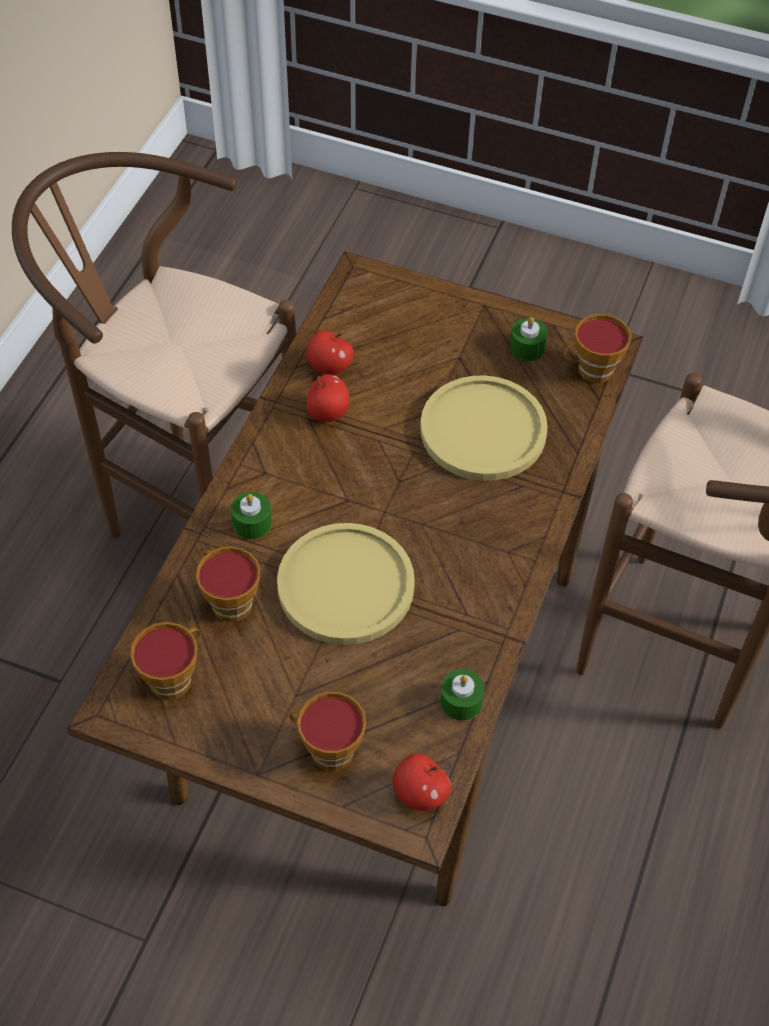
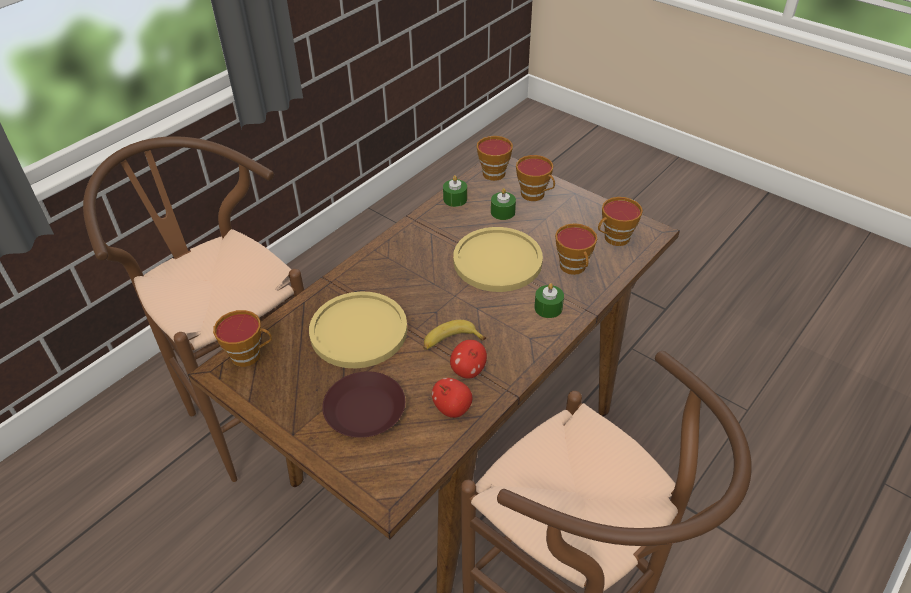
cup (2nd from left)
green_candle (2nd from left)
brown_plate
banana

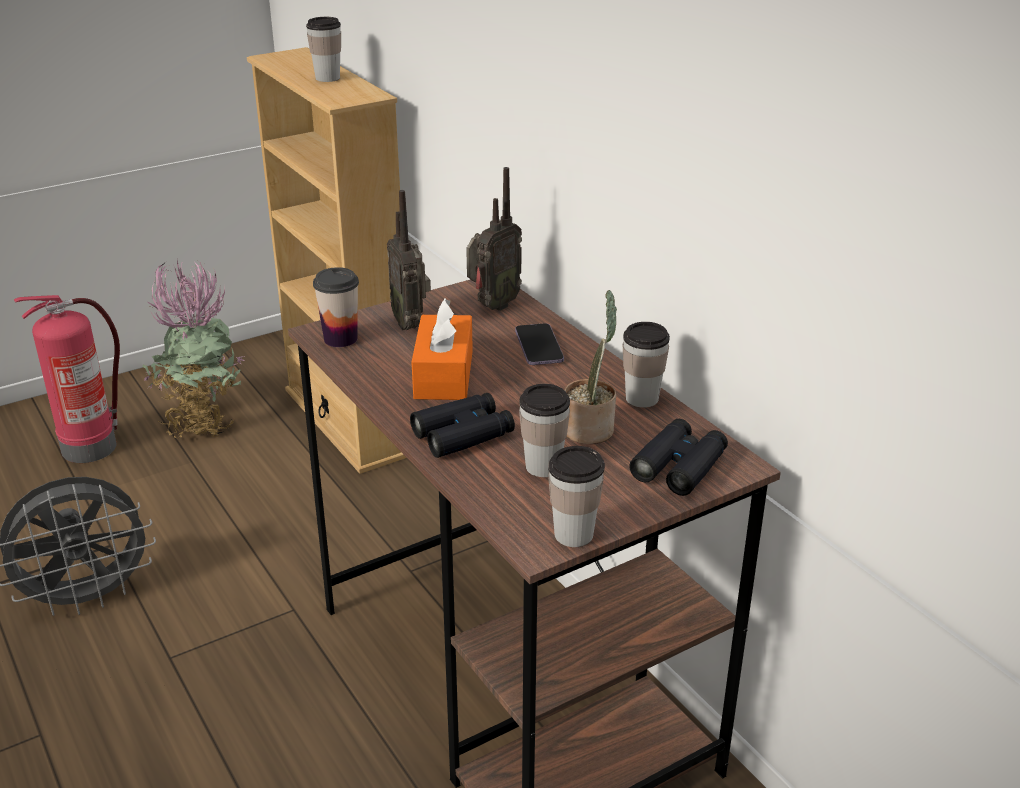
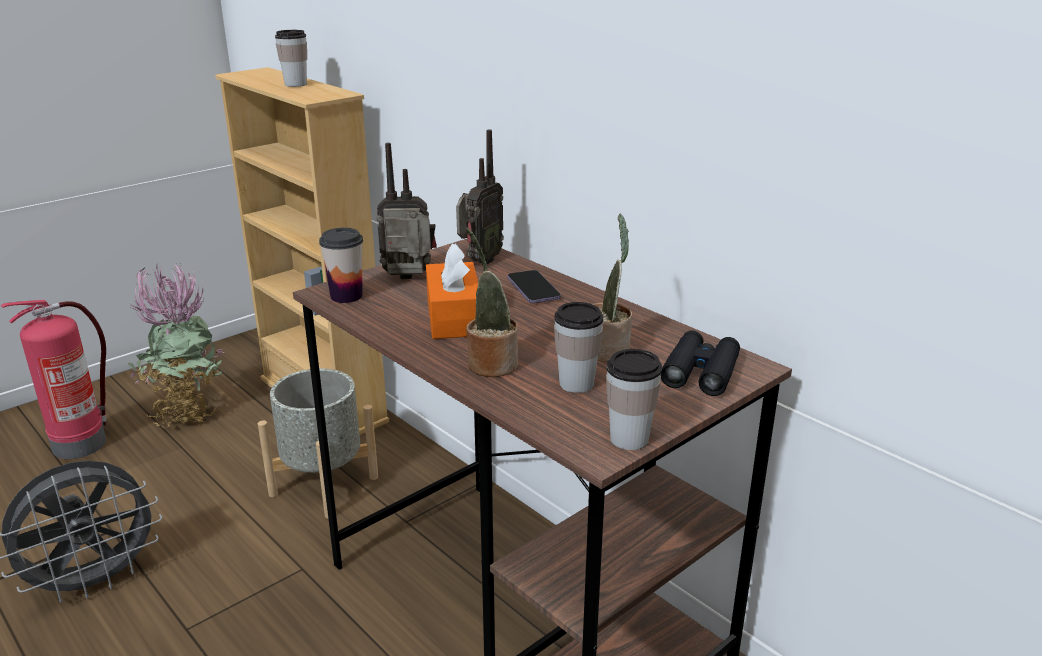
radio (1st from left)
potted_plant (2nd from left)
cup (5th from left in the first image)
grey_planter

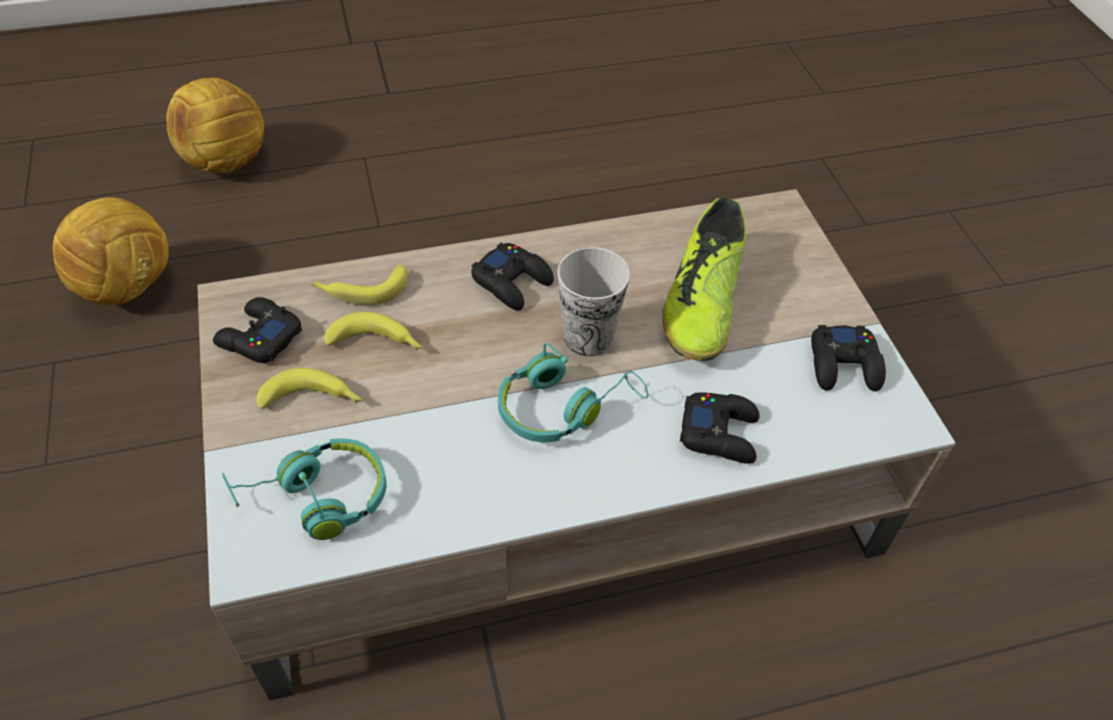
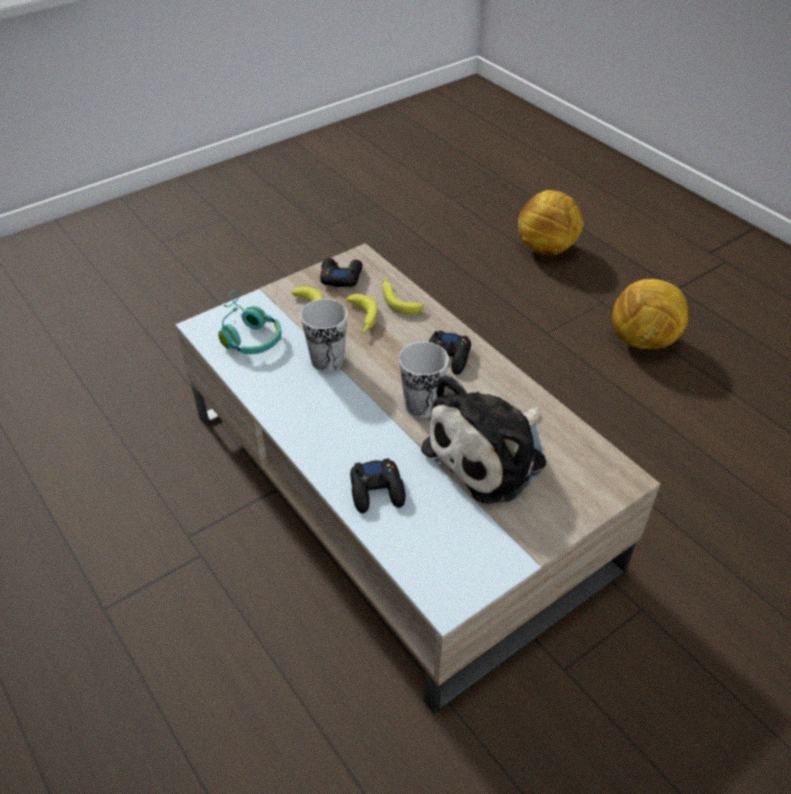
football (2nd from left)
turquoise_headphones (2nd from left in the first image)
plush_toy
black_game_controller (4th from left in the first image)
cup (1st from left)

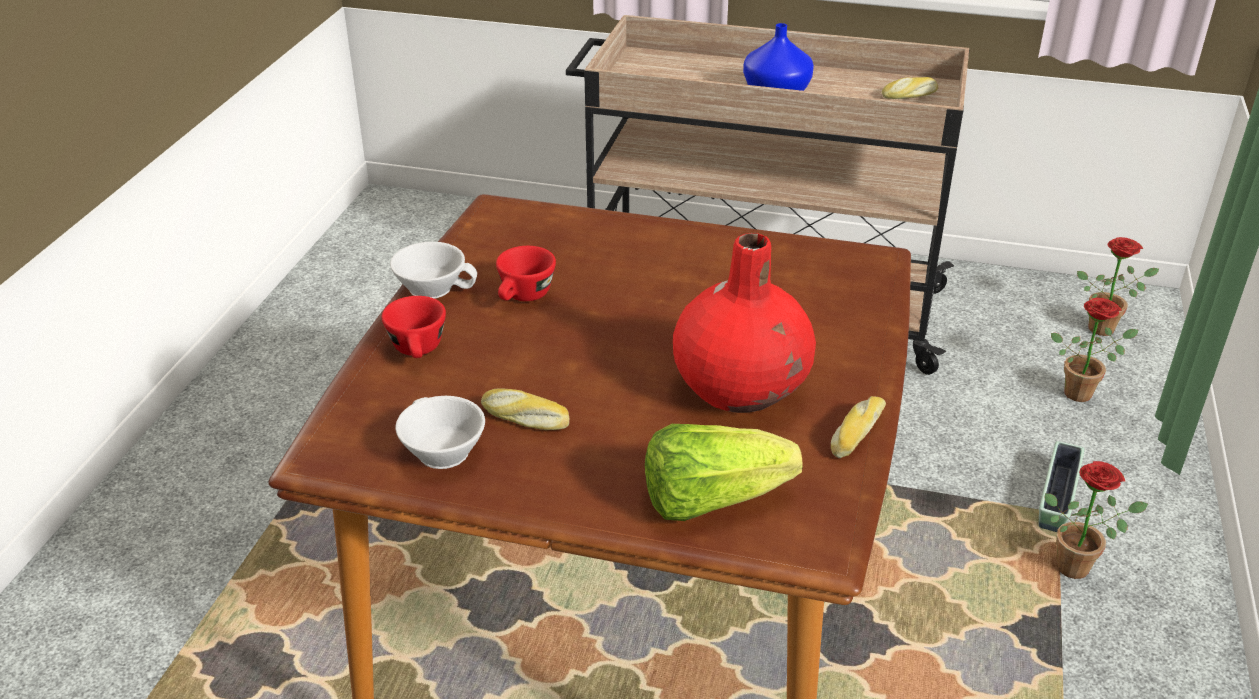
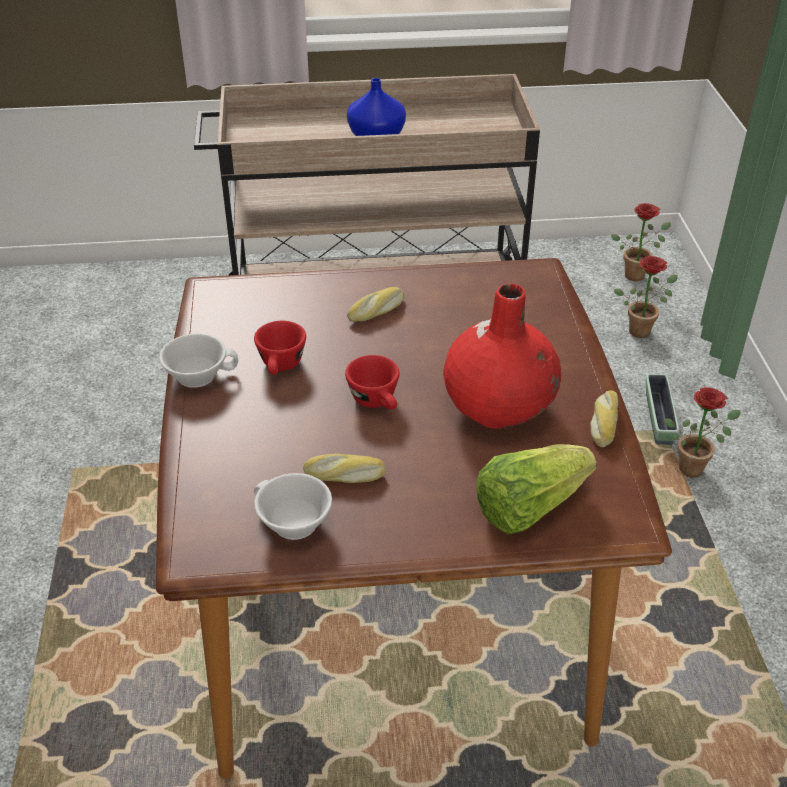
red_cup (2nd from left)
bread (2nd from left)

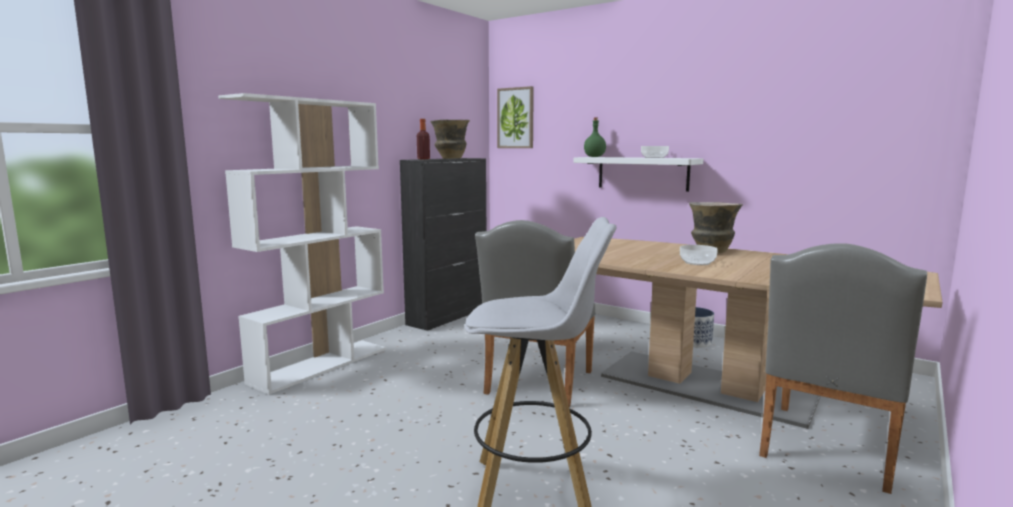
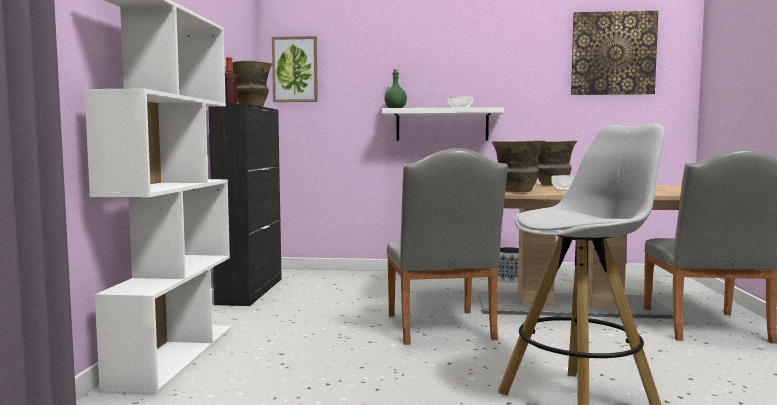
vase (2nd from left)
picture (2nd from left)

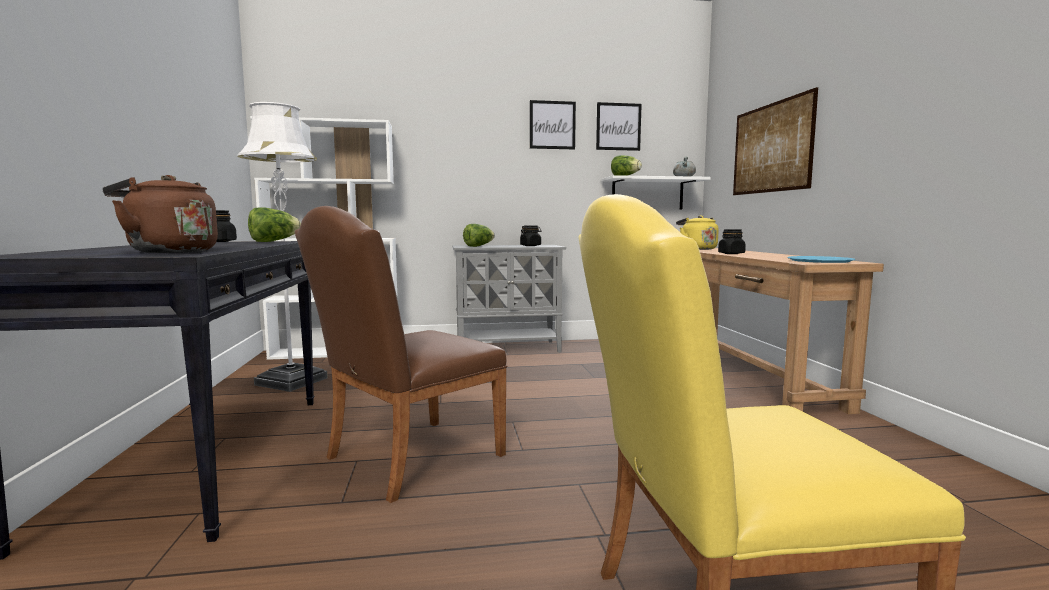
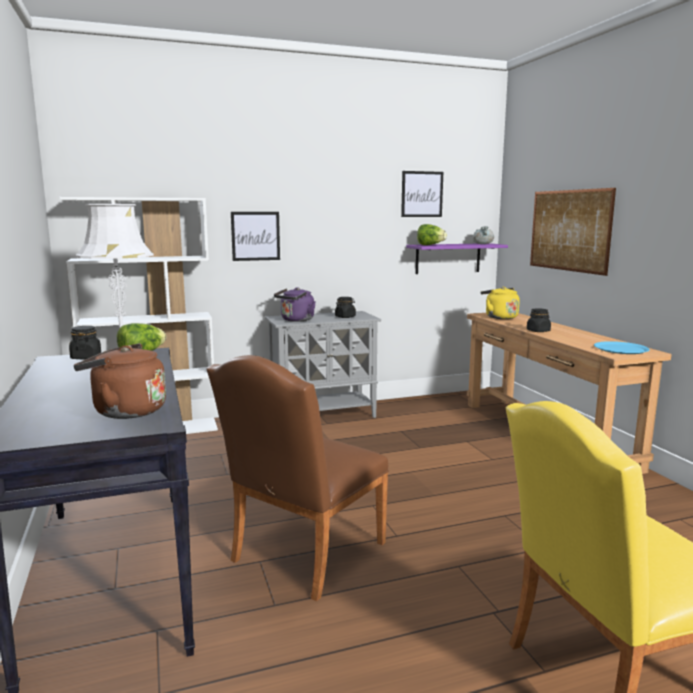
purple_kettle
picture (1st from left)
purple_shelf

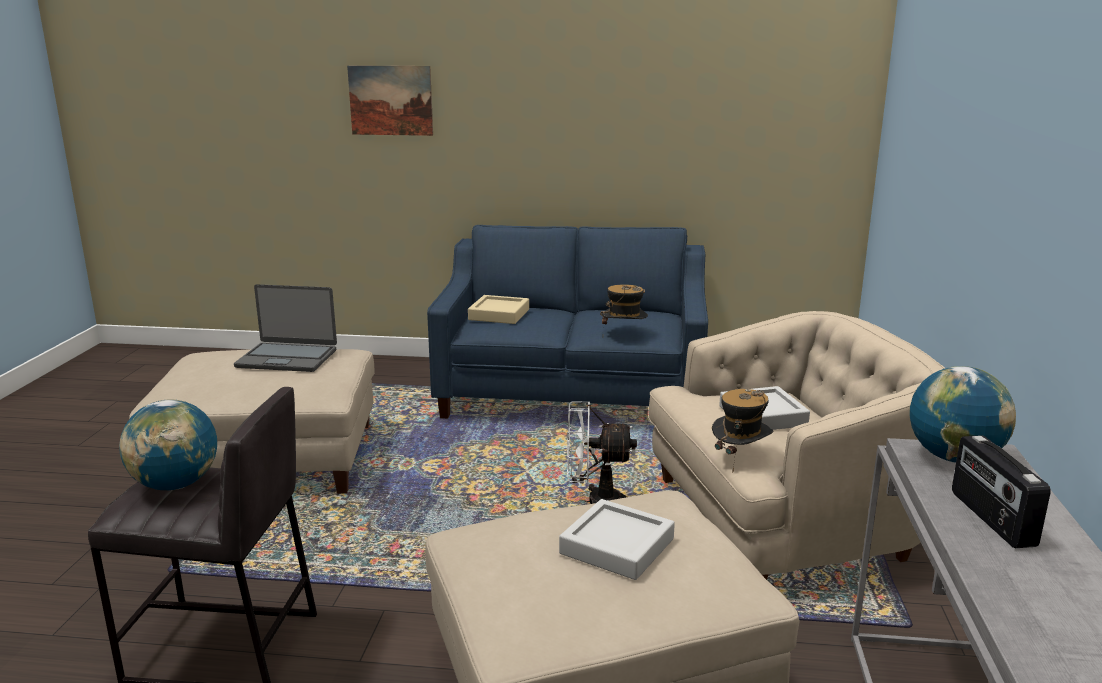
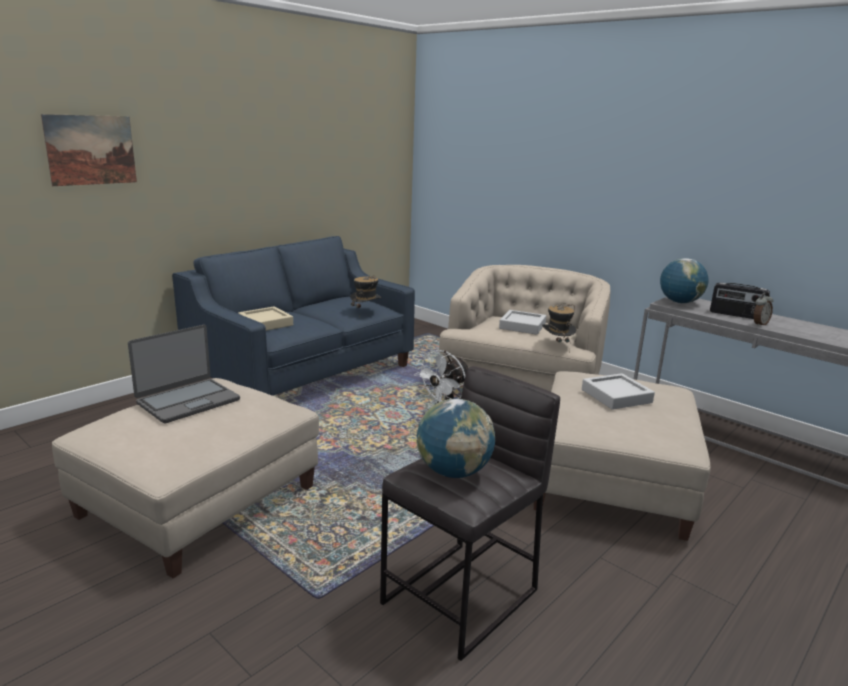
alarm_clock

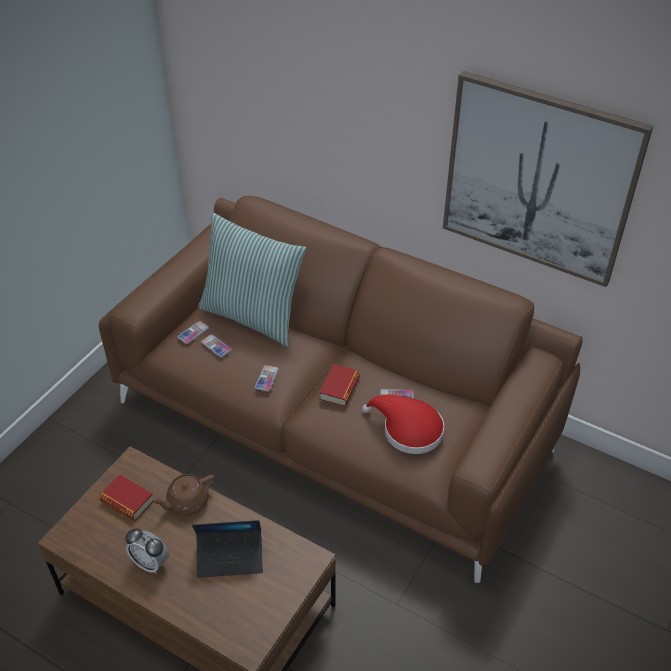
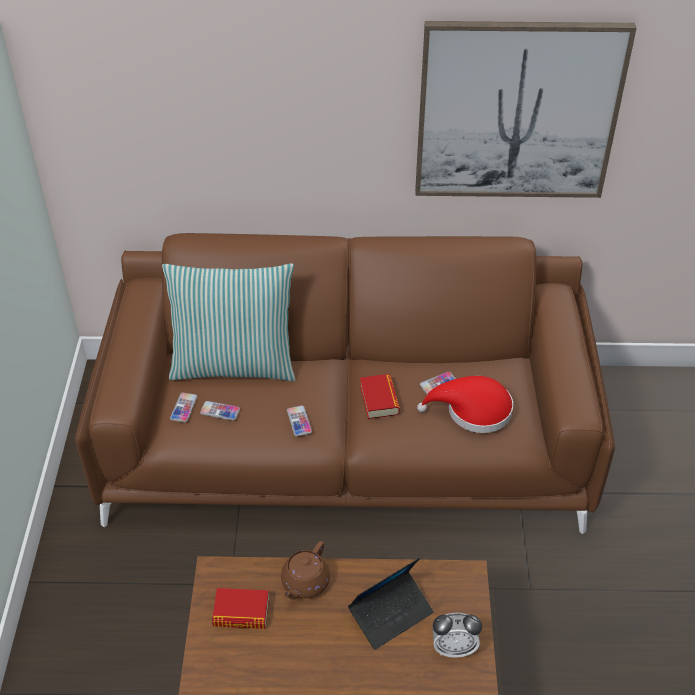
alarm_clock

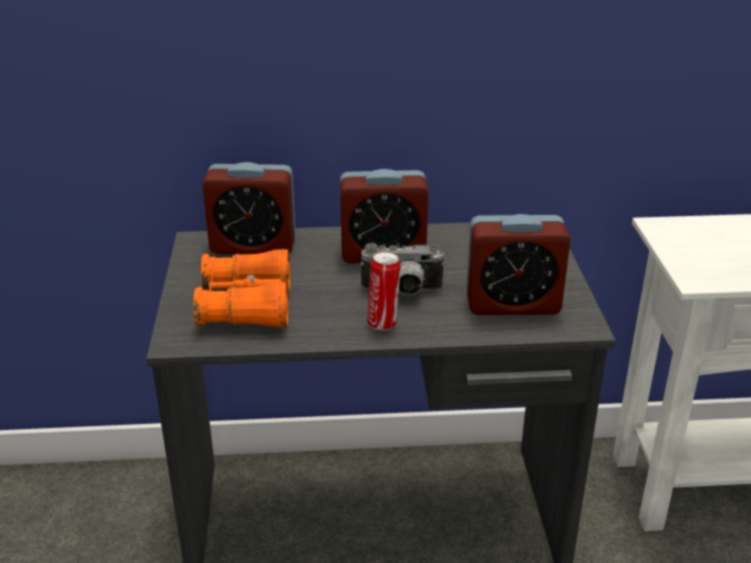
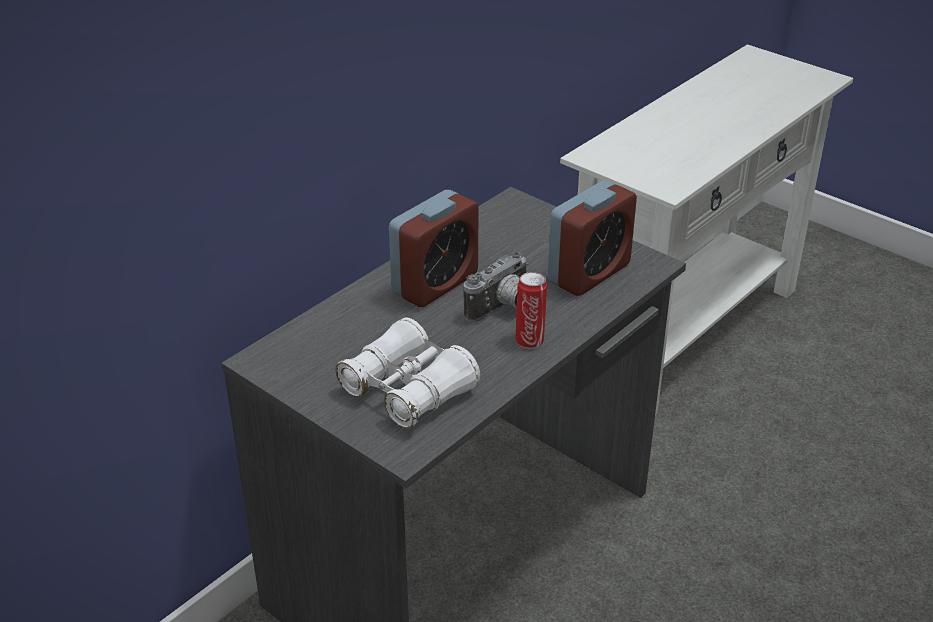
white_binoculars
alarm_clock (1st from left in the first image)

